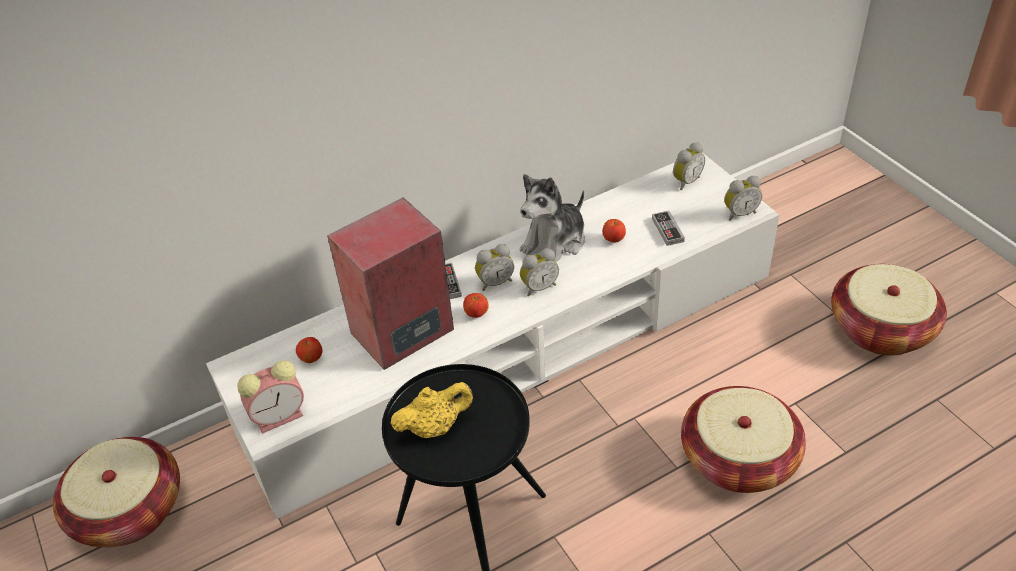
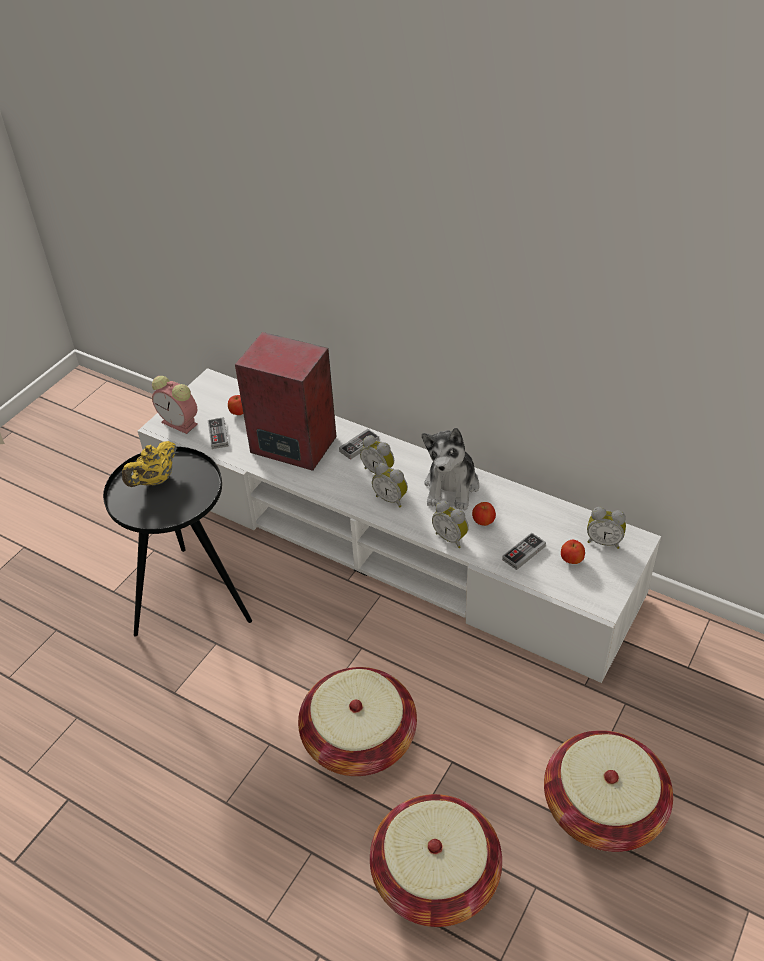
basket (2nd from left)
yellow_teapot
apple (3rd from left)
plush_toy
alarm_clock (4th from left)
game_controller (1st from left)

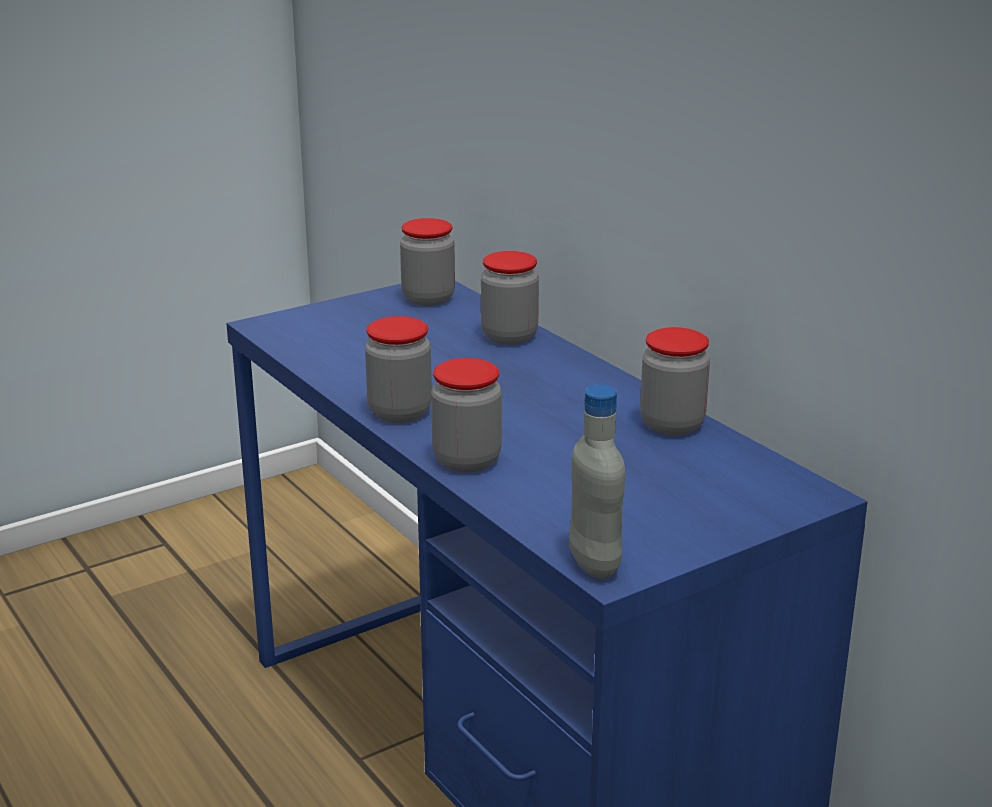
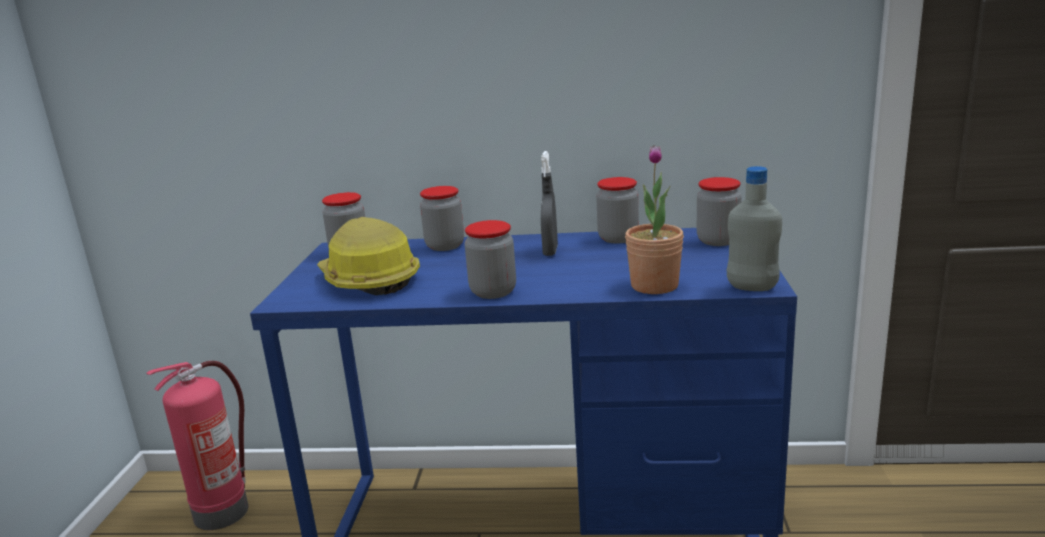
jar (5th from left)
fire_extinguisher
hard_hat
grey_spray_bottle
potted_plant

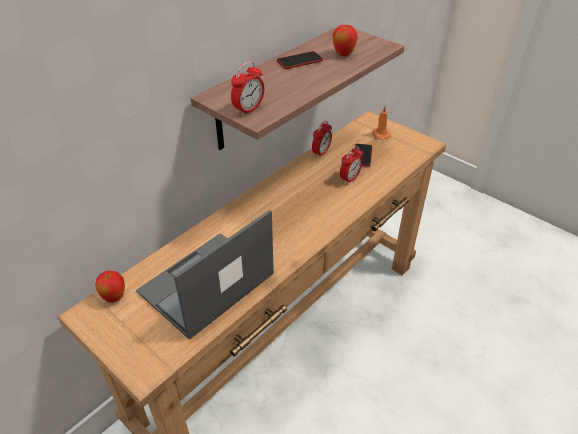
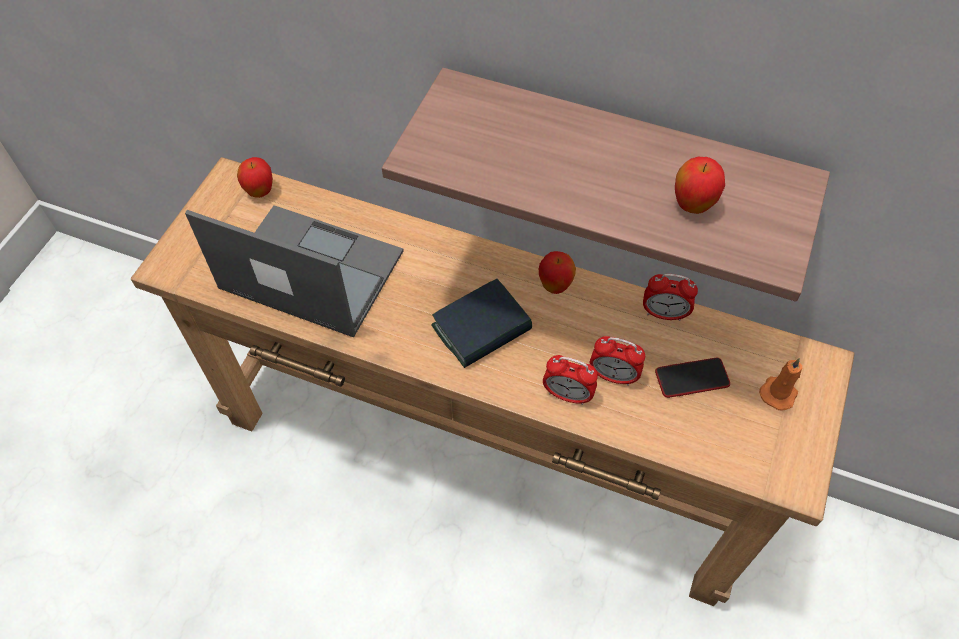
alarm_clock (1st from left)
phone (1st from left in the first image)
book
apple (2nd from left)

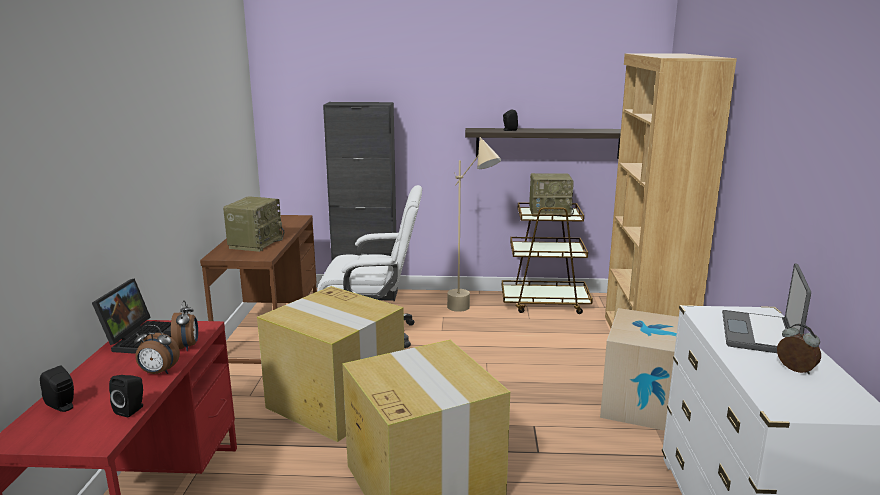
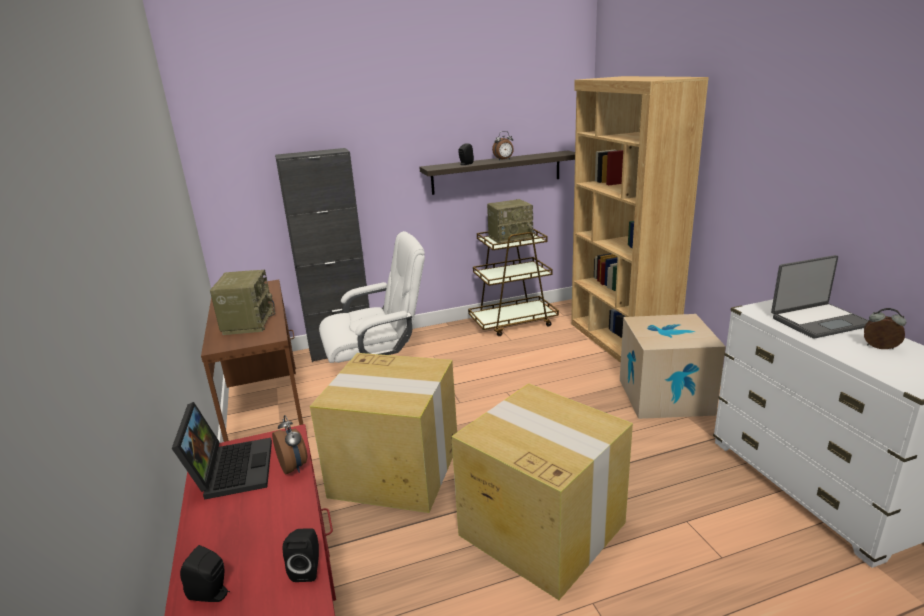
alarm_clock (2nd from left)
beige_floor_lamp
laptop (2nd from left)

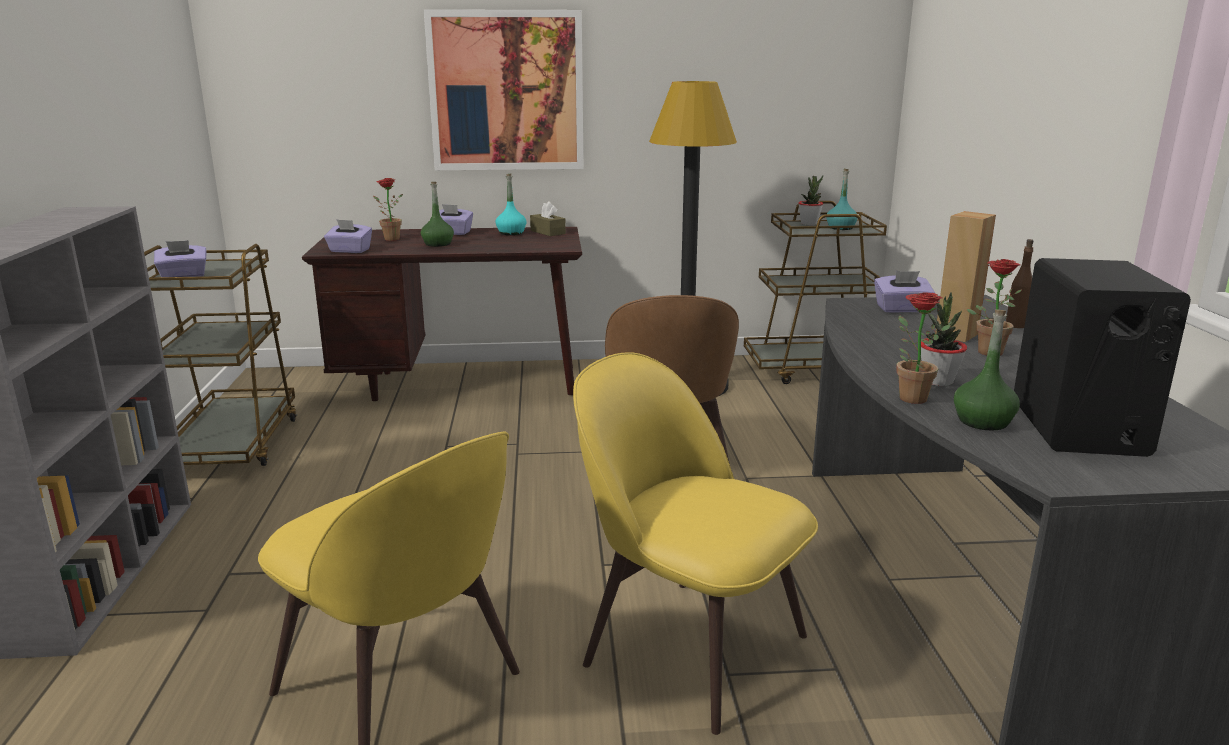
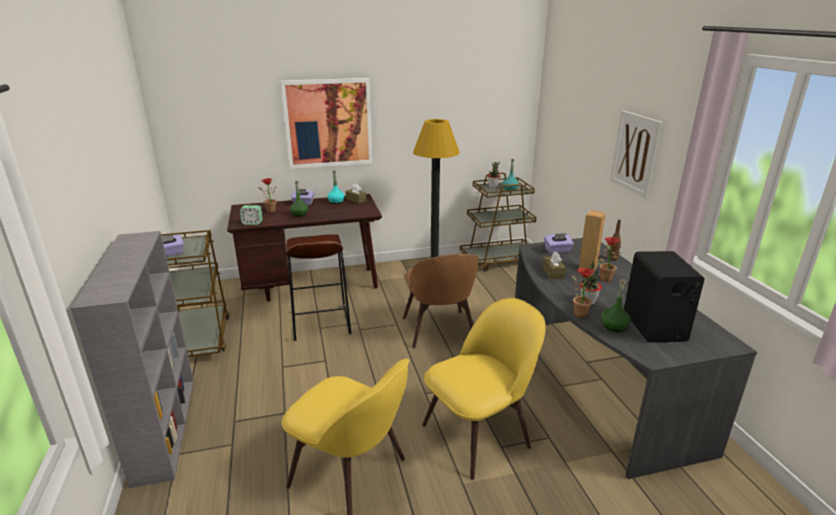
alarm_clock
yellow_chair (2nd from left)
brown_stool
brown_tissue_box (2nd from left)
picture (2nd from left)

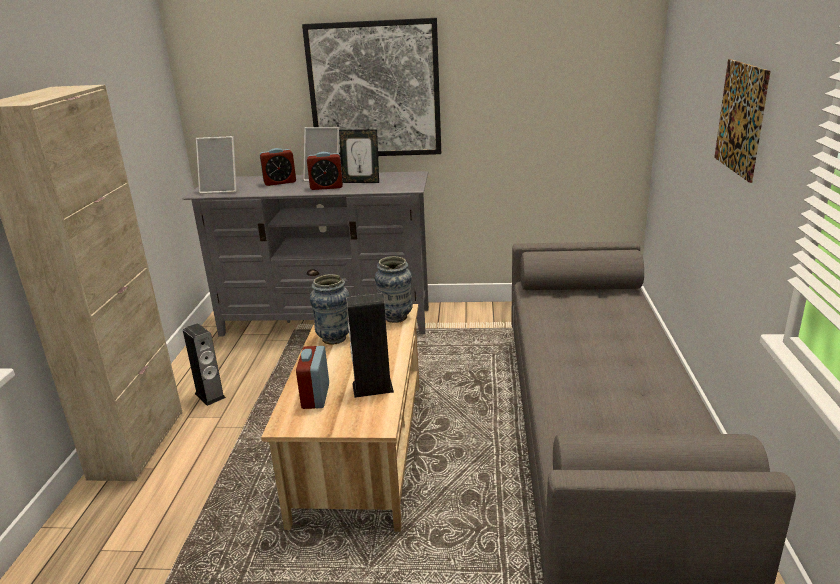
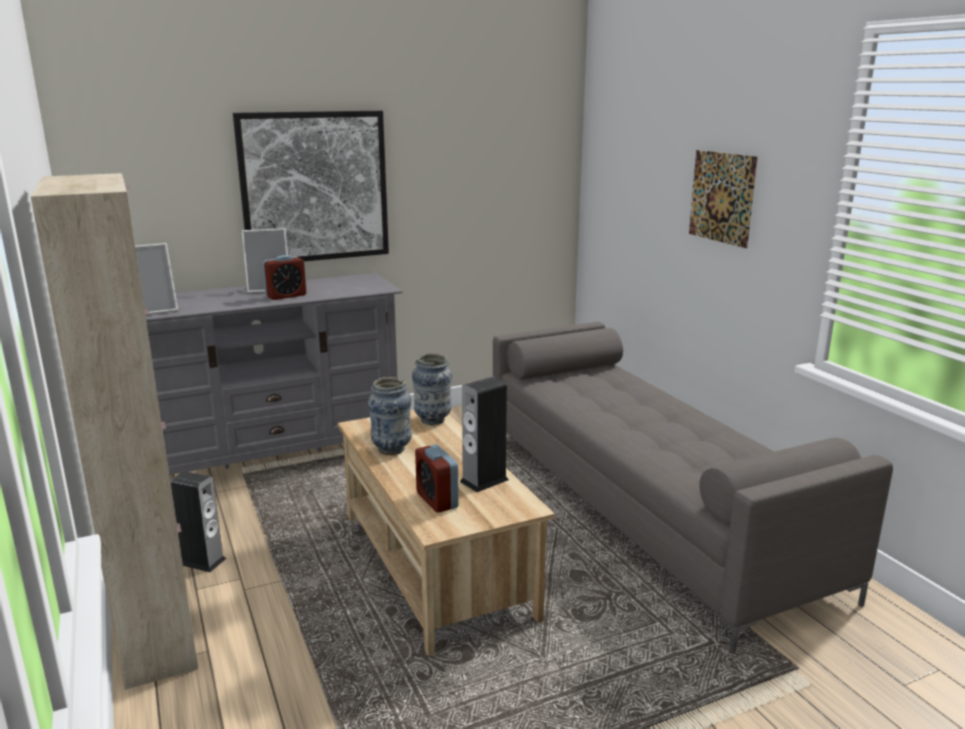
alarm_clock (1st from left in the first image)
picture_frame (3rd from left in the first image)

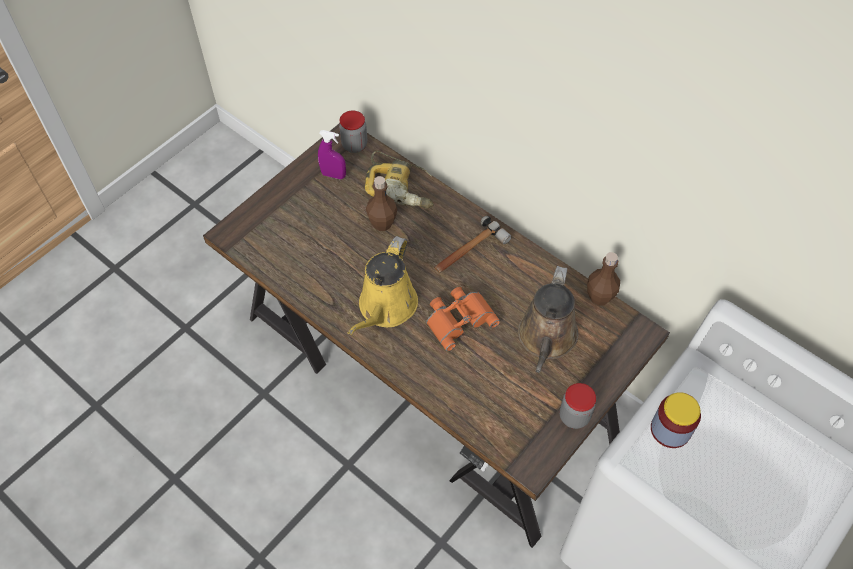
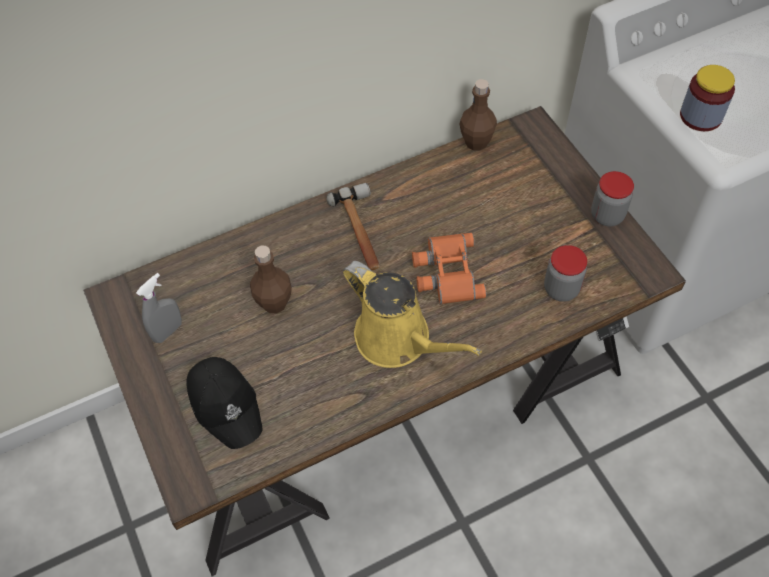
grey_spray_bottle
jar (1st from left)
power_drill
brown_watering_can
black_cap

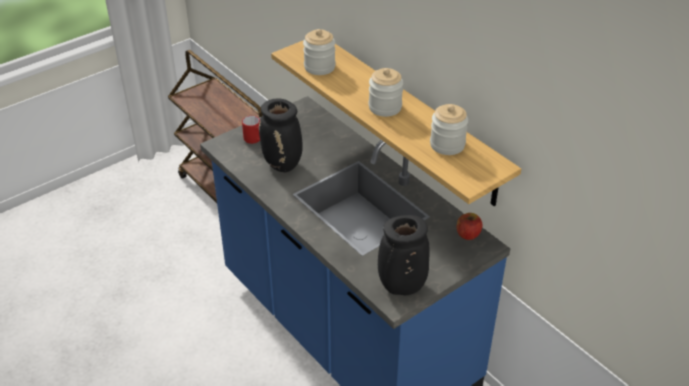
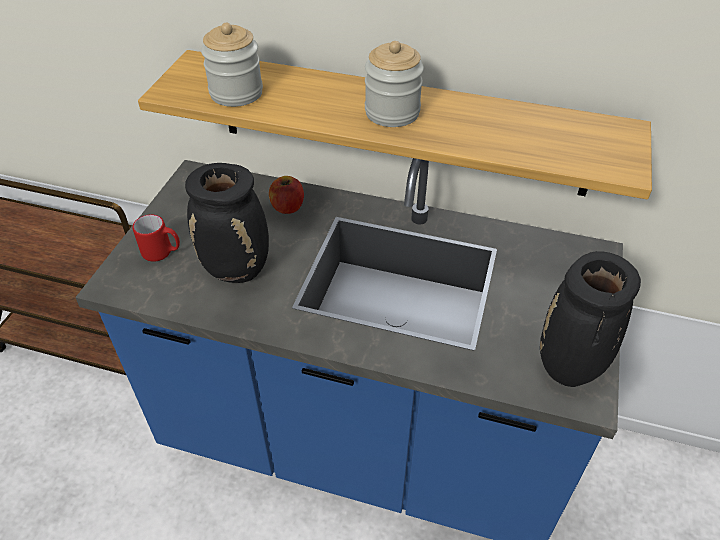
jar (3rd from left in the first image)
apple

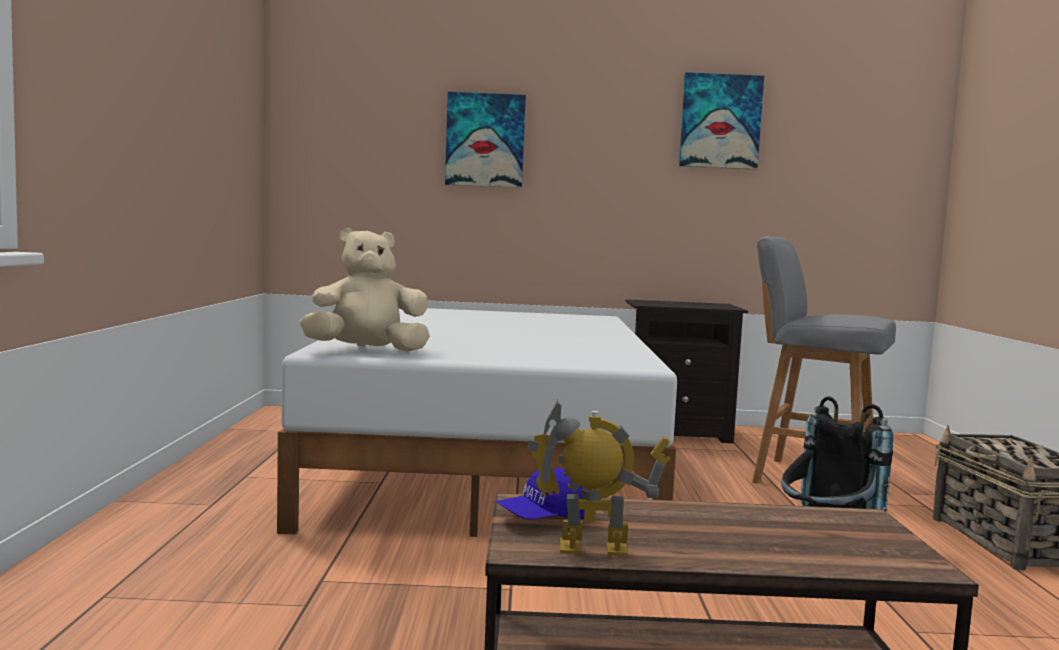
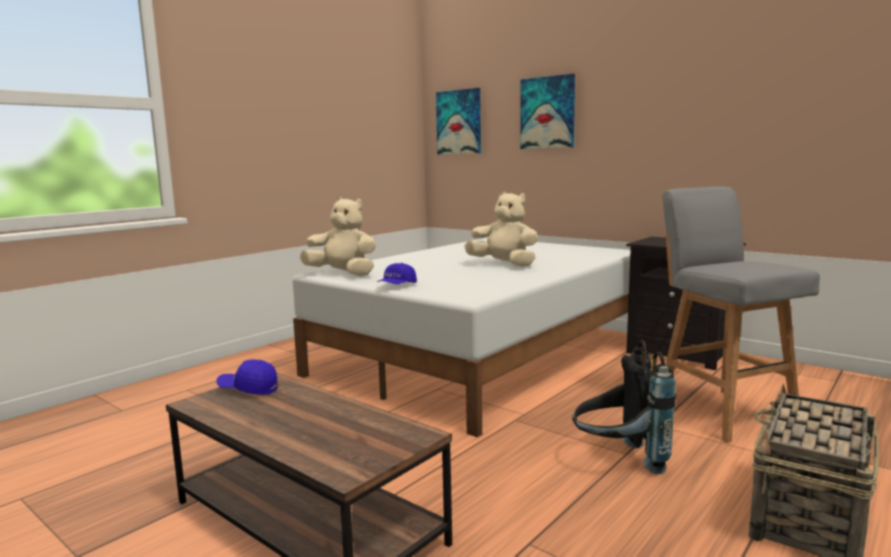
toy_robot
picture (1st from left)
blue_cap (2nd from left)
beige_plush_toy (2nd from left)

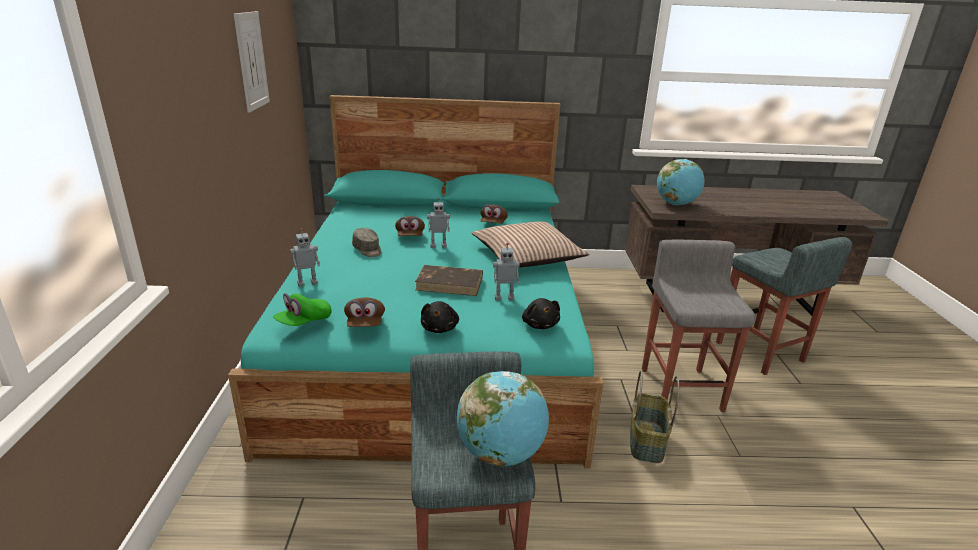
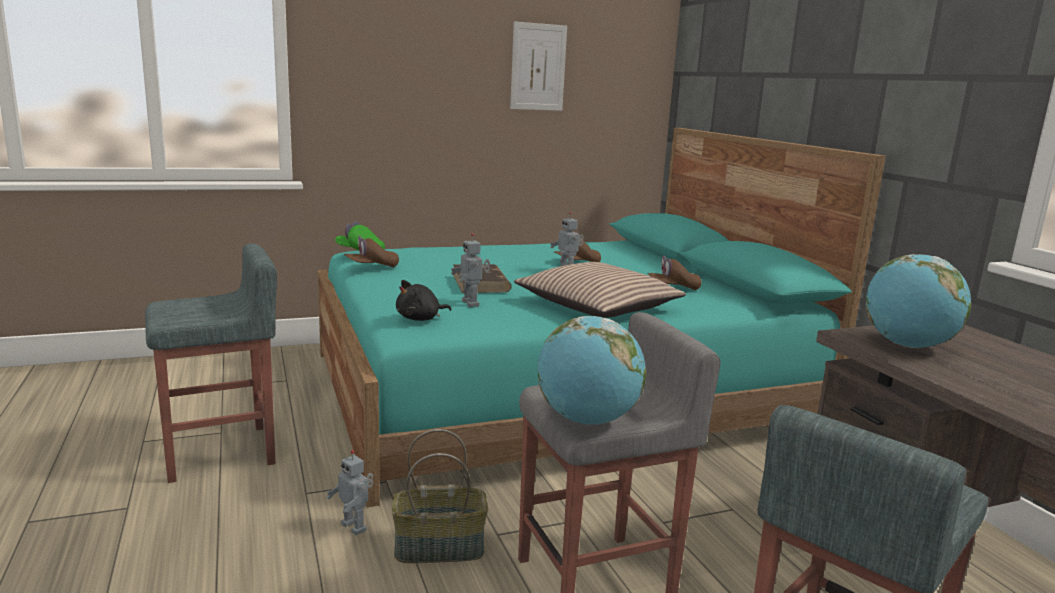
toy_robot (1st from left)
grey_cap
black_plush_toy (1st from left in the first image)
globe (1st from left)

